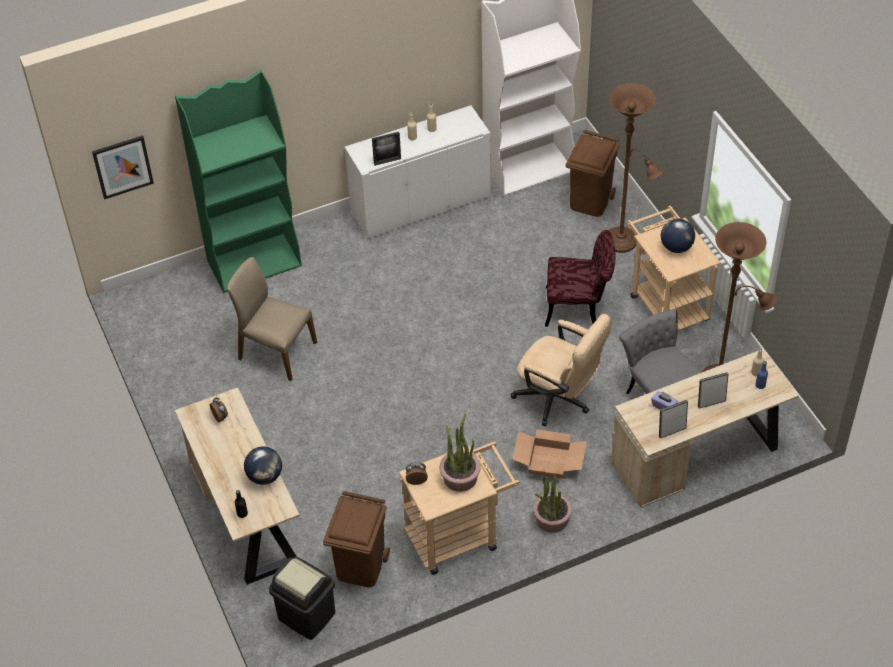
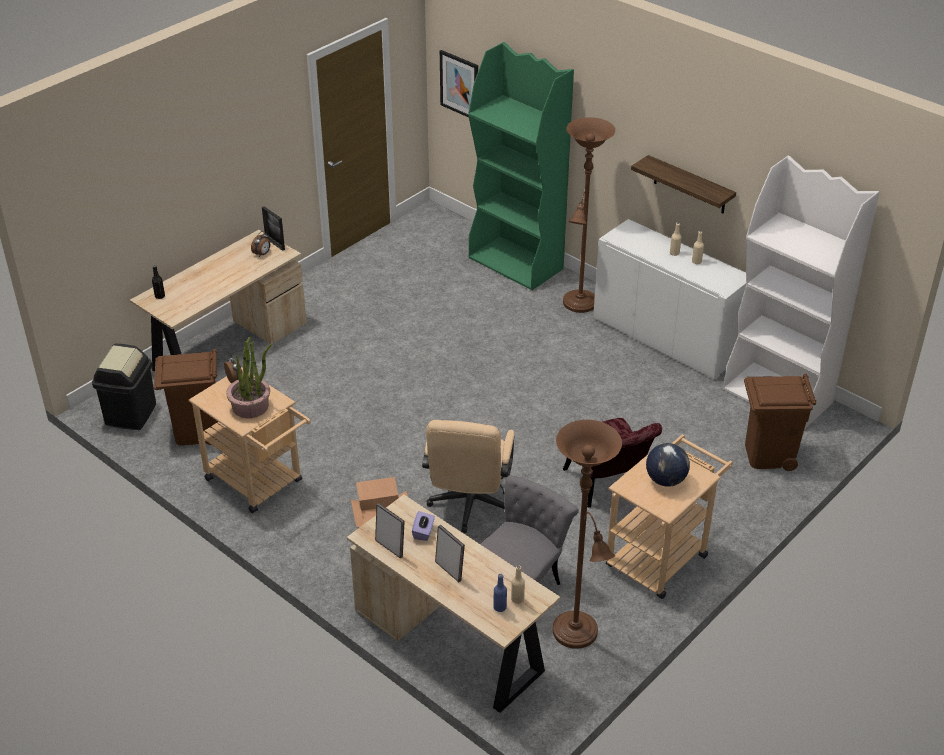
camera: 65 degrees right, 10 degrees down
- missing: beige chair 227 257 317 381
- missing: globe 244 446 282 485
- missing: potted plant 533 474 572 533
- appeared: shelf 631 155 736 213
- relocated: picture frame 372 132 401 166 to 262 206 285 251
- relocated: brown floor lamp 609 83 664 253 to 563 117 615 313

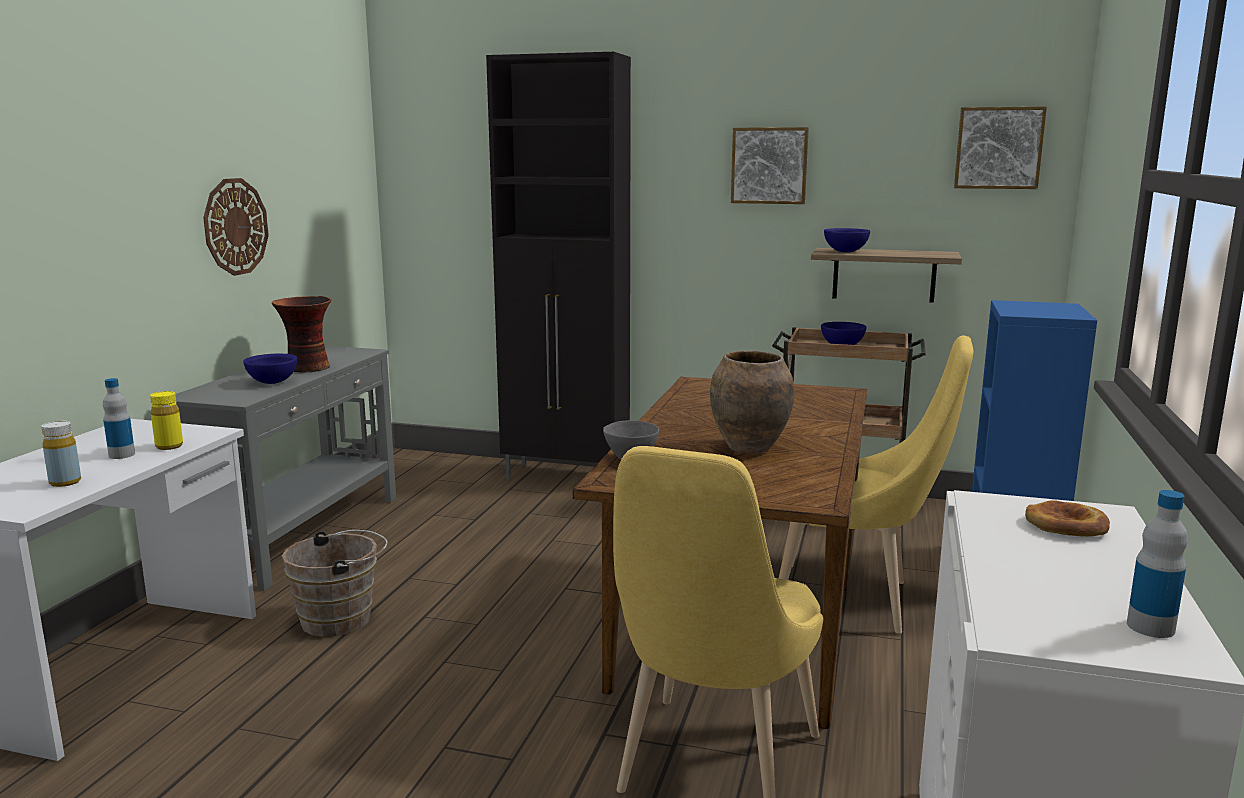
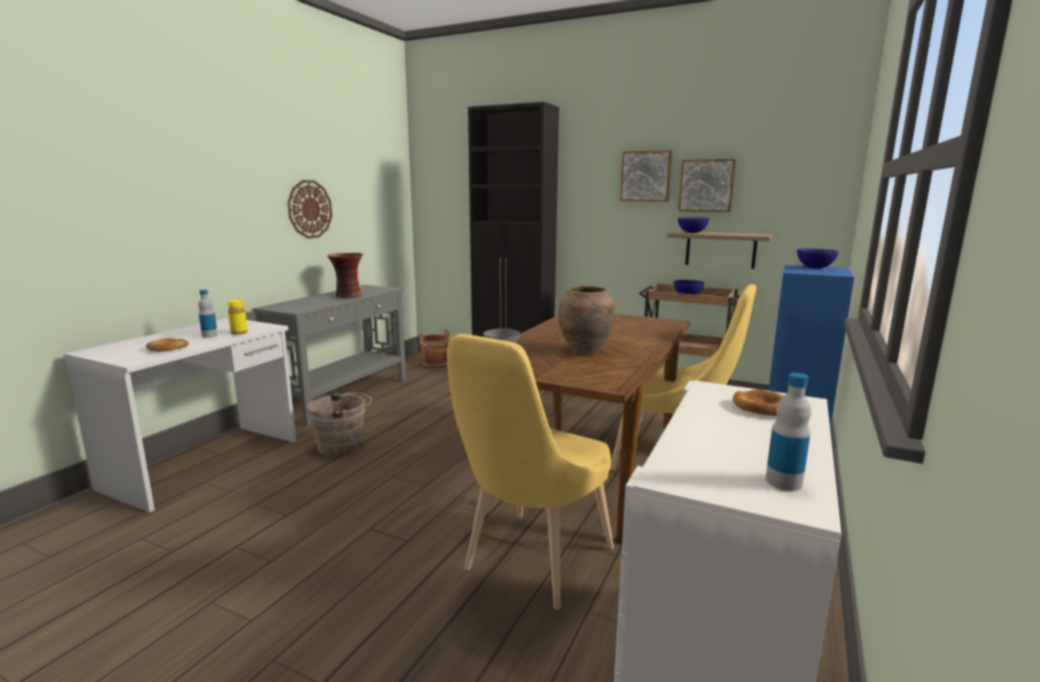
camera: 10 degrees right, 0 degrees up
- appeared: brown bucket 419 329 452 368
- relocated: blue bowl 243 354 297 384 to 797 249 839 269
- relocated: picture 954 107 1047 189 to 678 159 736 212
- exchanged: yellow bottle 42 421 81 487 to bread 146 338 189 352

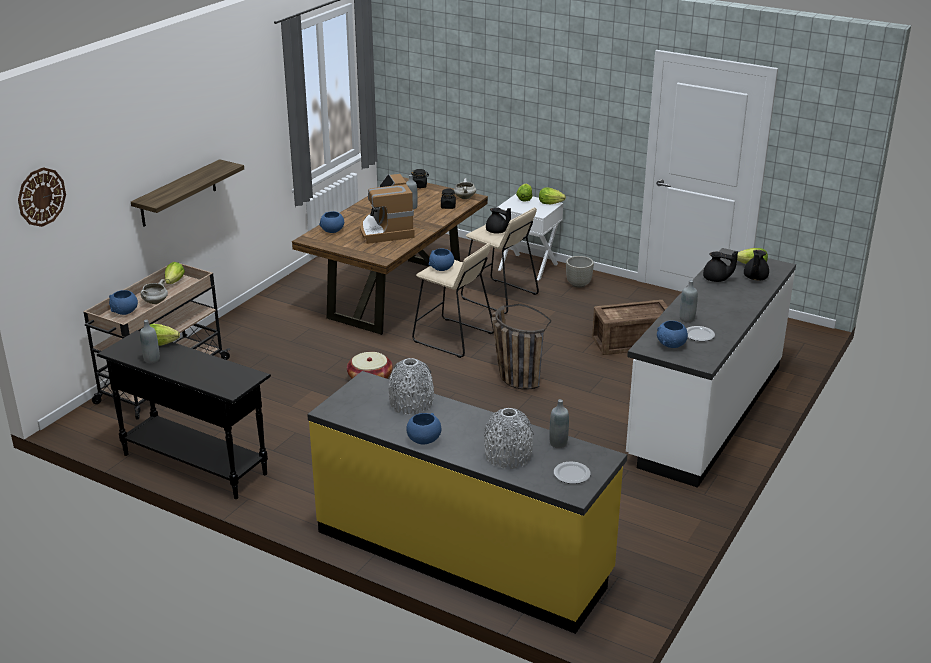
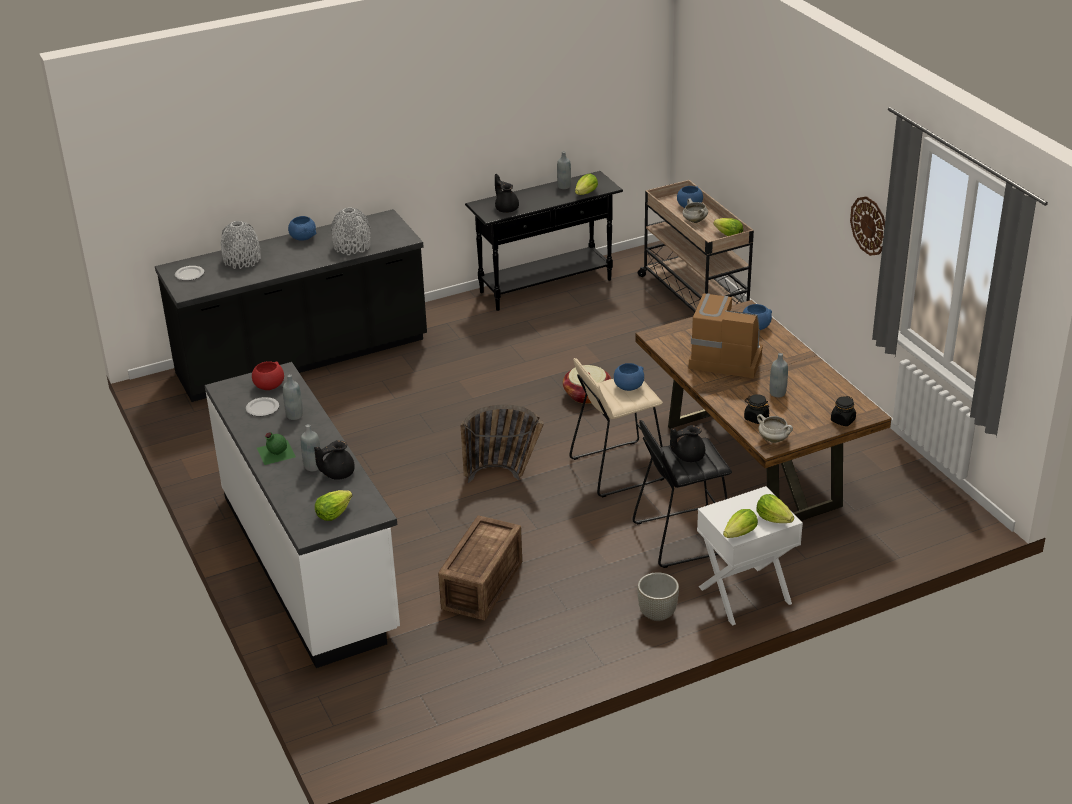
camera: 125 degrees right, 5 degrees up
- missing: shelf 131 159 244 227
- appeared: green bottle 257 432 296 465
- relocated: wall clock 18 167 66 227 to 850 196 885 256
- relocated: grey bottle 549 399 569 448 to 301 424 321 471
- relocated: black teapot 744 250 769 280 to 495 174 519 213
- colour: yellow counter 307 371 627 634 to black counter 155 209 427 402
- colour: beige stool 461 208 539 314 to black stool 632 420 732 568
- colour: blue bowl 657 321 688 348 to red bowl 252 361 284 390

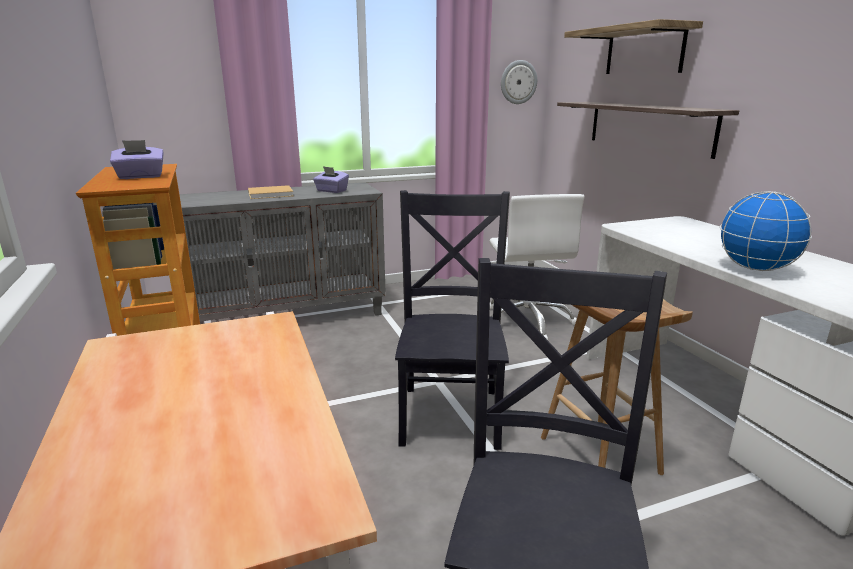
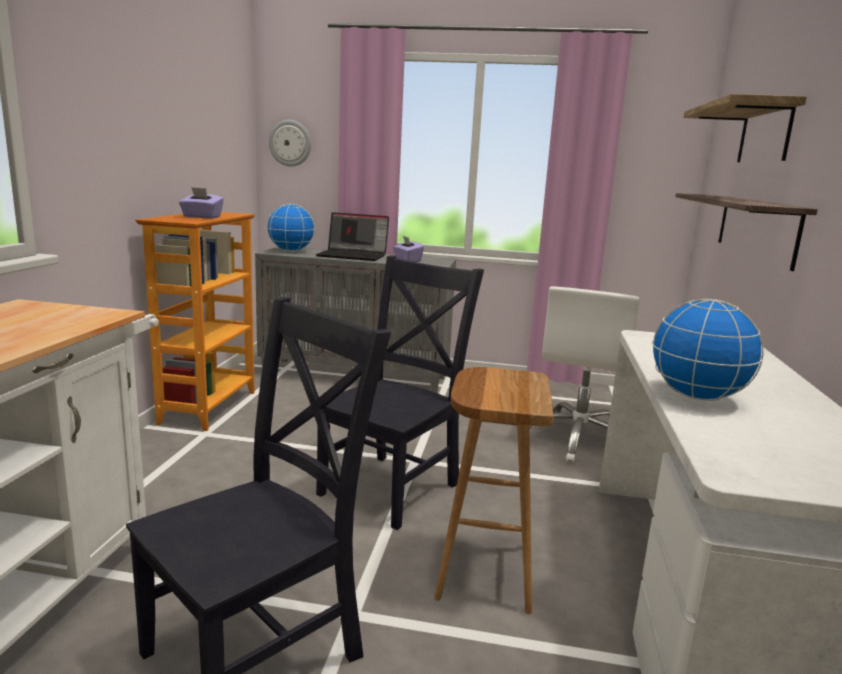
camera: 30 degrees right, 5 degrees down
- appeared: globe 267 204 315 252
- relocated: wall clock 501 60 537 104 to 269 120 311 167
- exchanged: beige book 248 185 293 199 to laptop 316 212 389 261

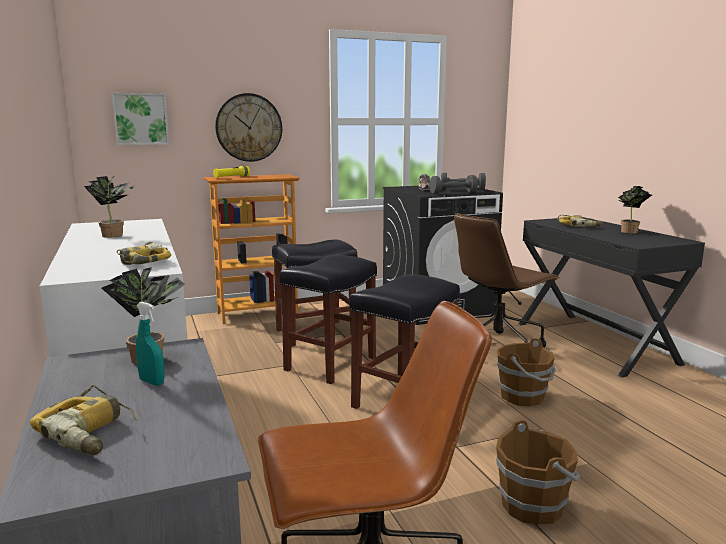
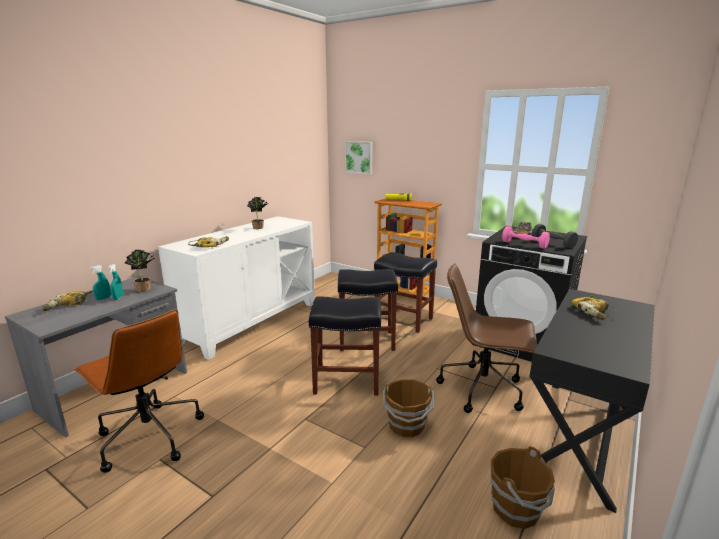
camera: 55 degrees right, 5 degrees up
- missing: wall clock 215 93 282 162
- missing: potted plant 618 186 652 234
- appeared: turquoise spray bottle 90 265 111 301
- relocated: brown bucket 496 420 580 524 to 490 446 555 529
- colour: grey dumbbell 430 175 478 194 to pink dumbbell 502 226 550 249

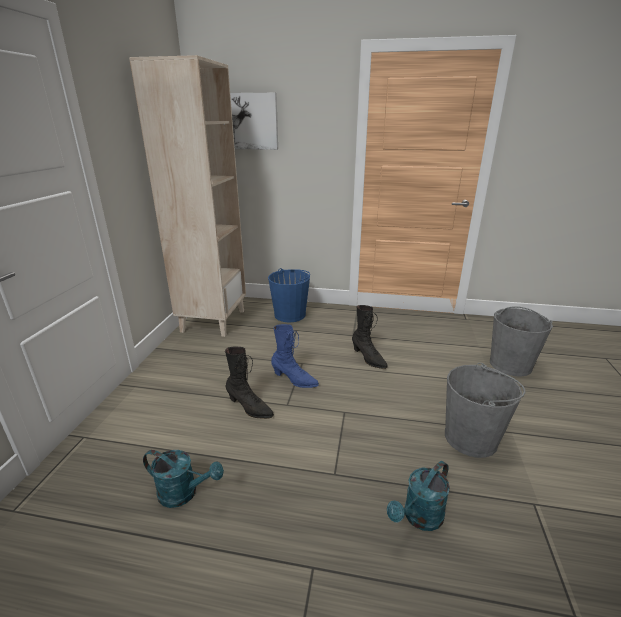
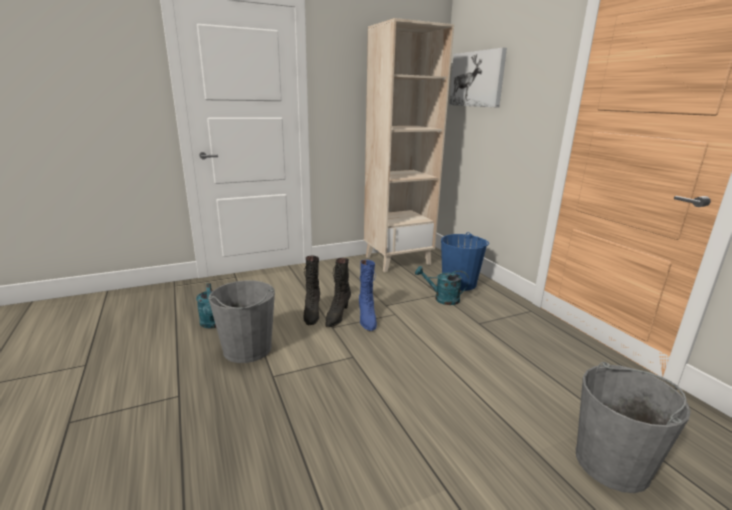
camera: 55 degrees right, 5 degrees down
- relocated: black boot 352 305 388 369 to 325 258 351 327
- relocated: turquoise watering can 387 461 450 531 to 415 266 469 305
- relocated: grey bucket 445 363 525 458 to 208 280 275 363

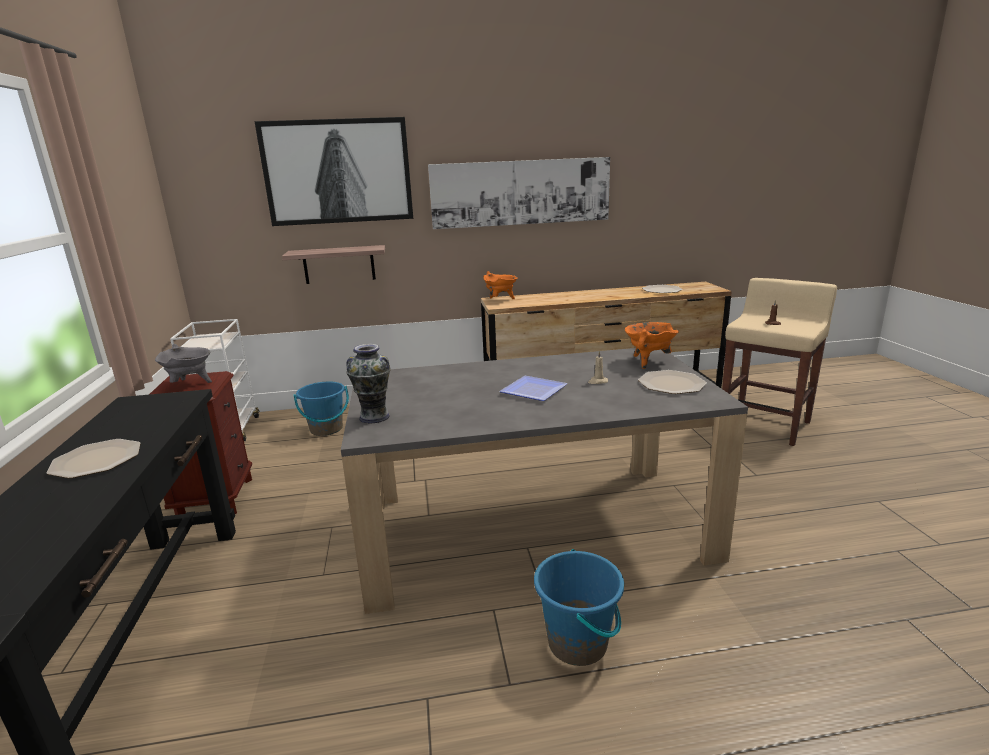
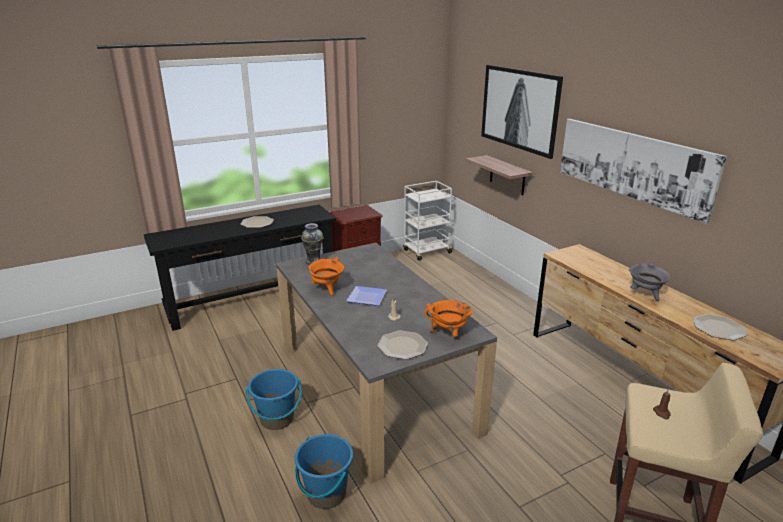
camera: 70 degrees right, 5 degrees up
- relocated: grey cooking pot 155 344 212 383 to 629 261 670 301
- relocated: blue bucket 294 382 349 436 to 295 434 353 509
- relocated: orange cooking pot 483 271 518 299 to 308 257 345 296

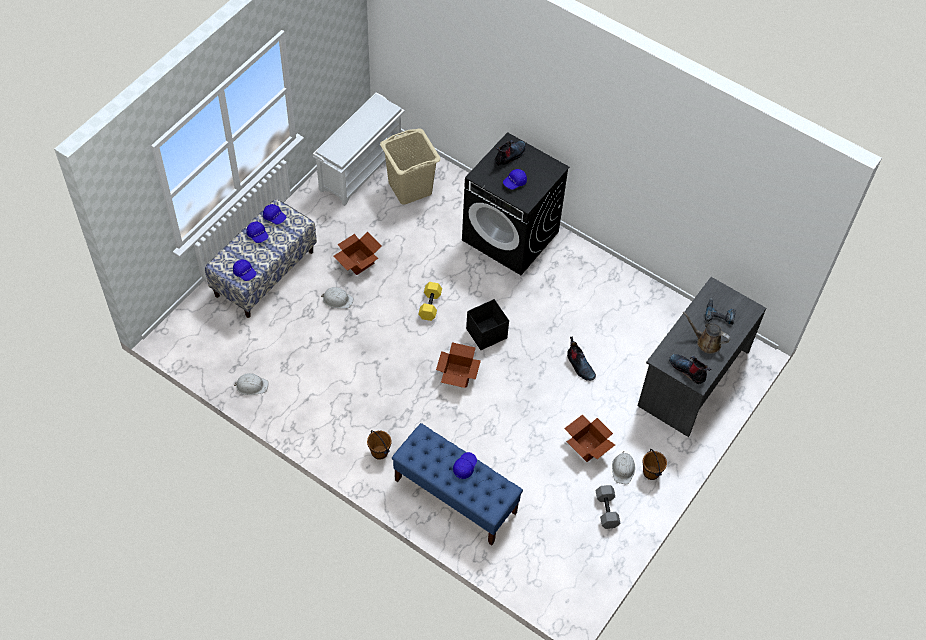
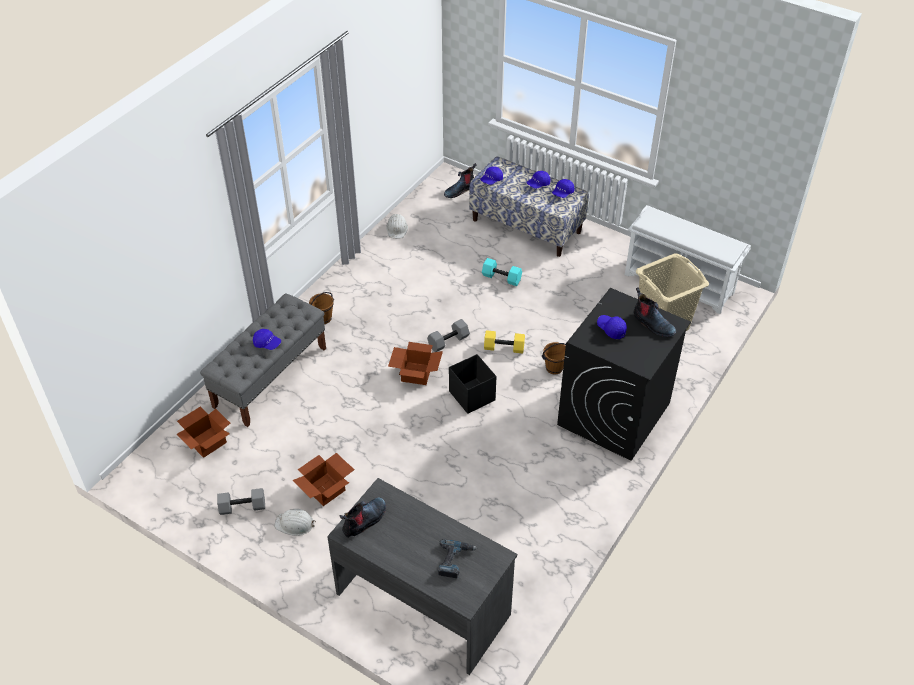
camera: 90 degrees right, 10 degrees down
- missing: brown watering can 683 311 730 354
- appeared: grey dumbbell 427 319 470 352
- relocated: cardboard box 333 232 382 275 to 177 406 230 458
- relocated: boot 567 336 596 381 to 444 163 477 198
- relocated: brown bucket 642 449 667 480 to 542 342 566 375
- exchanged: white hard hat 321 287 354 308 to turquoise dumbbell 482 258 522 286
- colour: blue bench 392 423 523 546 to grey bench 200 293 326 427

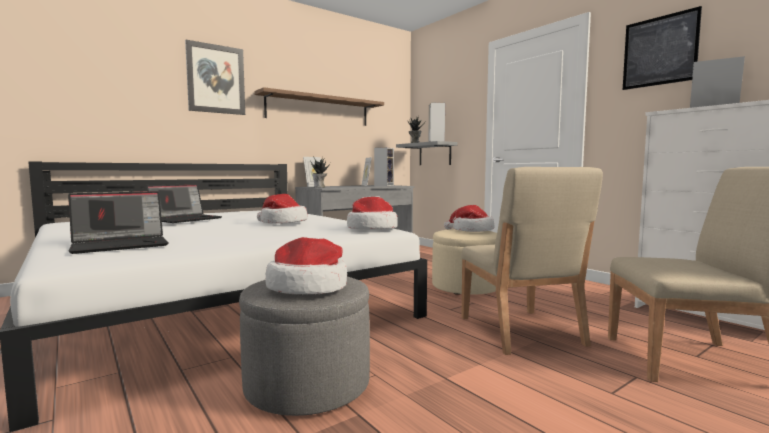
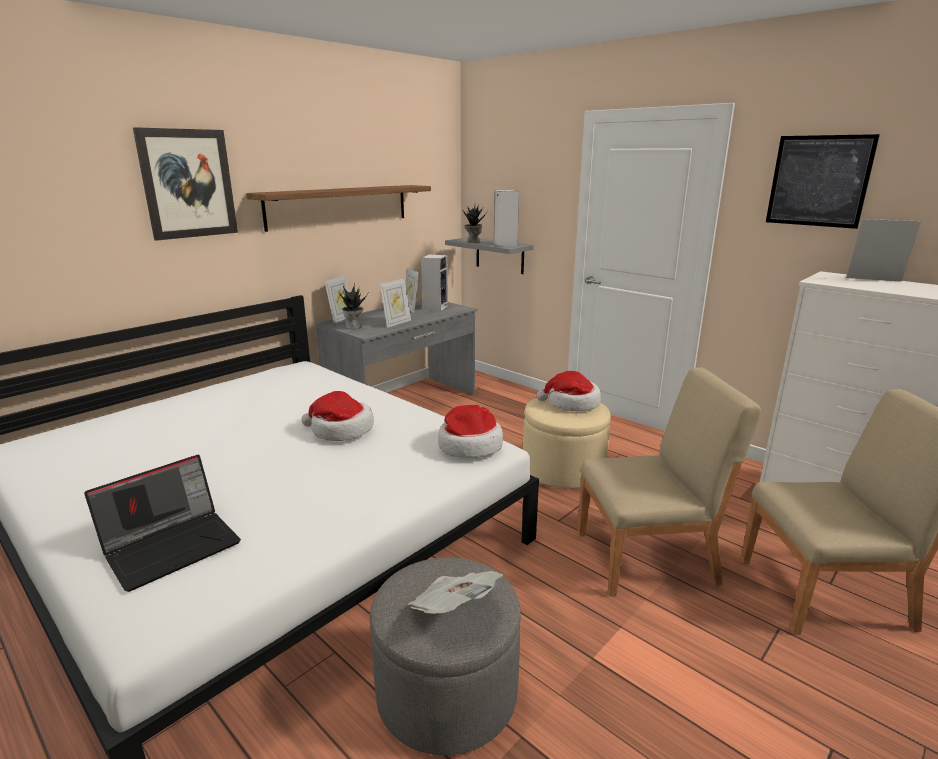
camera: 10 degrees left, 15 degrees up
- missing: laptop 147 184 222 223
- appeared: picture frame 380 279 411 328
- exchanged: hat 265 237 347 294 to newspaper 407 571 503 614
- spun: beige chair 461 167 603 355 = 578 367 761 597 75 degrees counterclockwise

